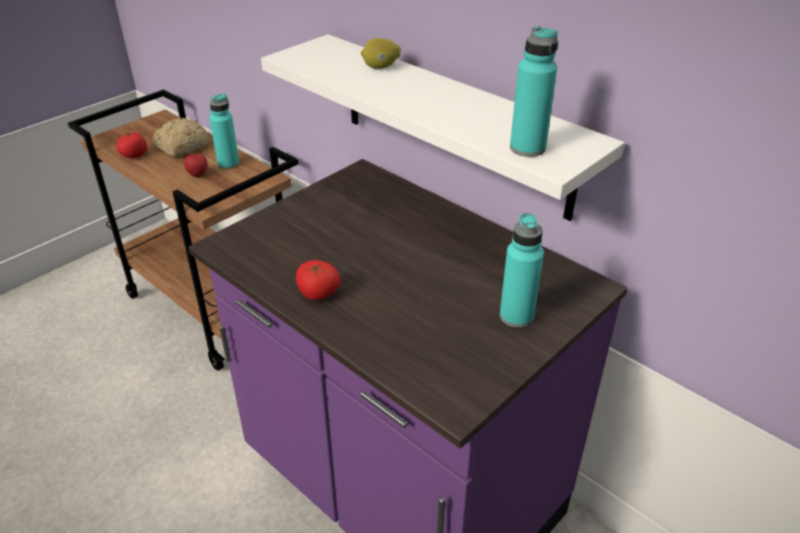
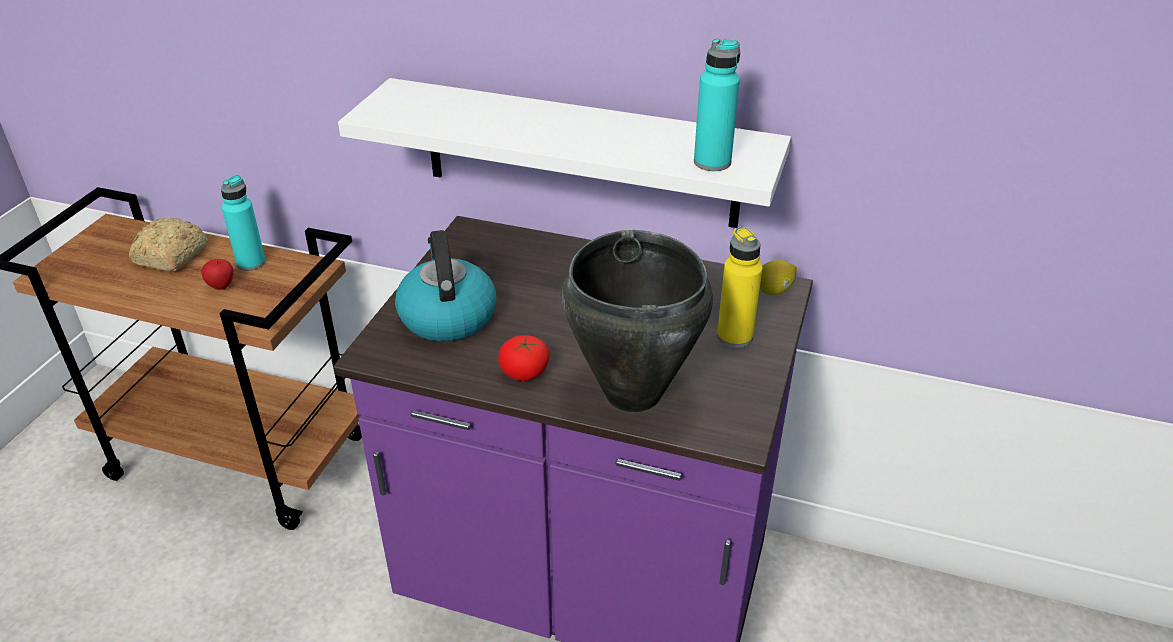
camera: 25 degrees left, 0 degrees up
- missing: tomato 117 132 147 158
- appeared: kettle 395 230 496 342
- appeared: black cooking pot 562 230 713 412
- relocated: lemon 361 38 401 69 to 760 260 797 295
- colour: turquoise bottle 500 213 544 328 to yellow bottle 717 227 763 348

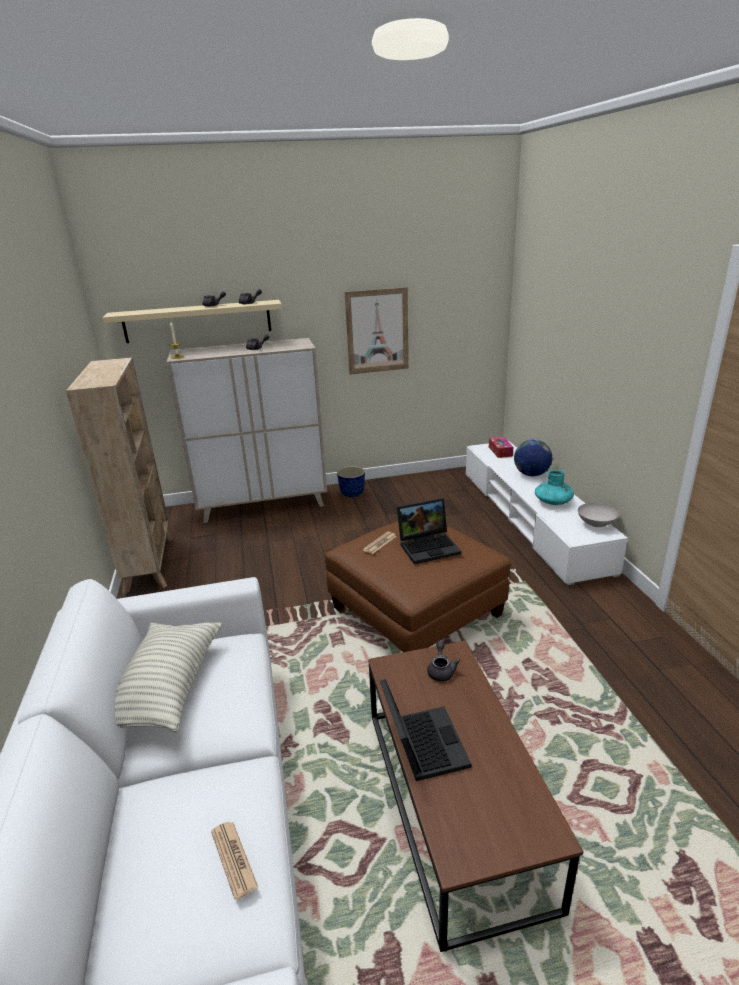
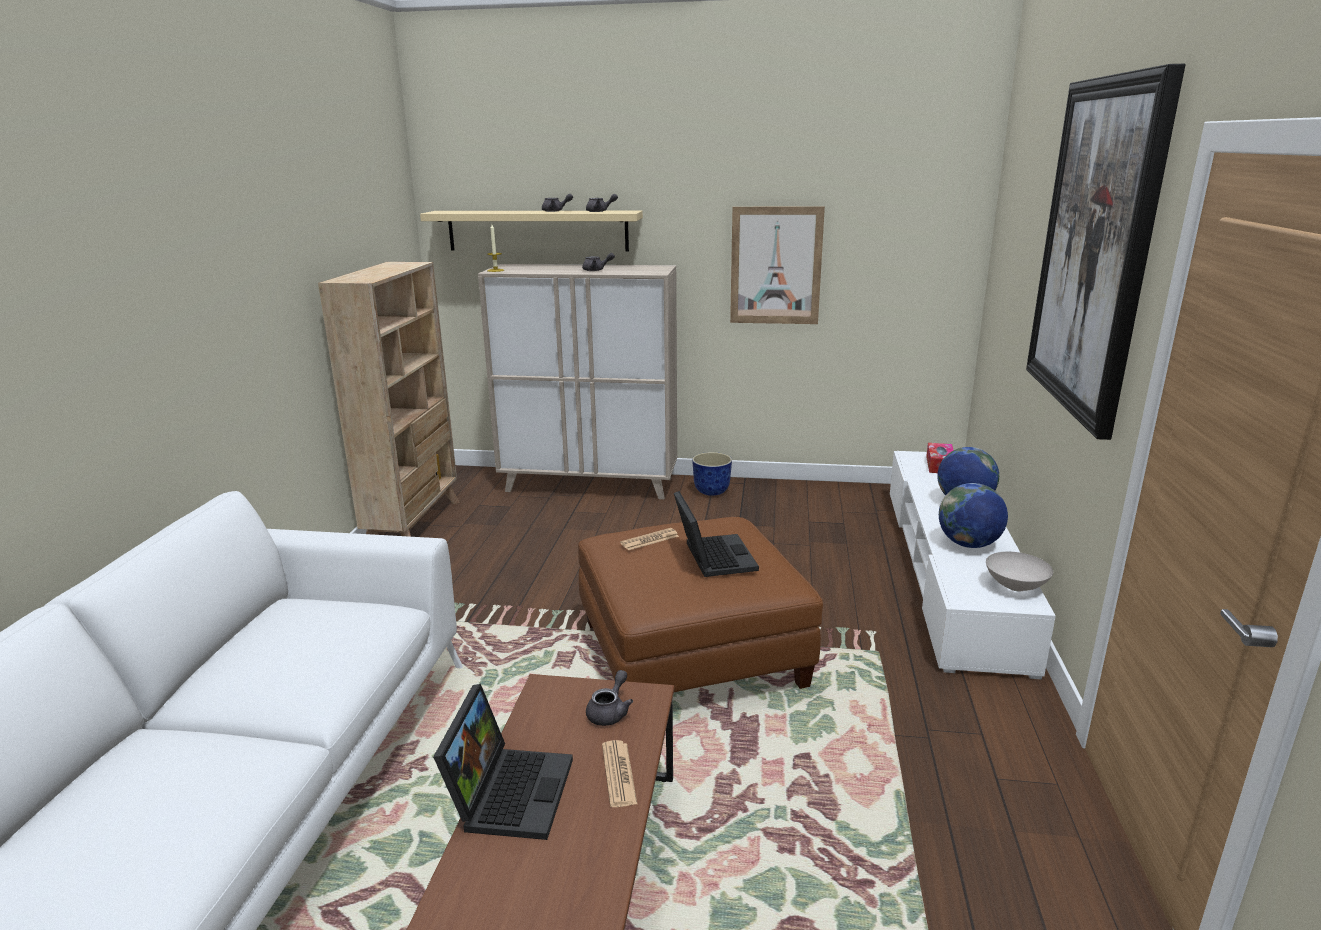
camera: 20 degrees right, 5 degrees down
- missing: pillow 115 622 222 733
- appeared: picture 1026 64 1186 440
- relocated: newspaper 211 822 259 900 to 602 740 637 807
- exchanged: turquoise vase 535 470 574 505 to globe 939 483 1008 548
- spun: laptop 397 498 461 564 = 674 491 759 577 105 degrees counterclockwise

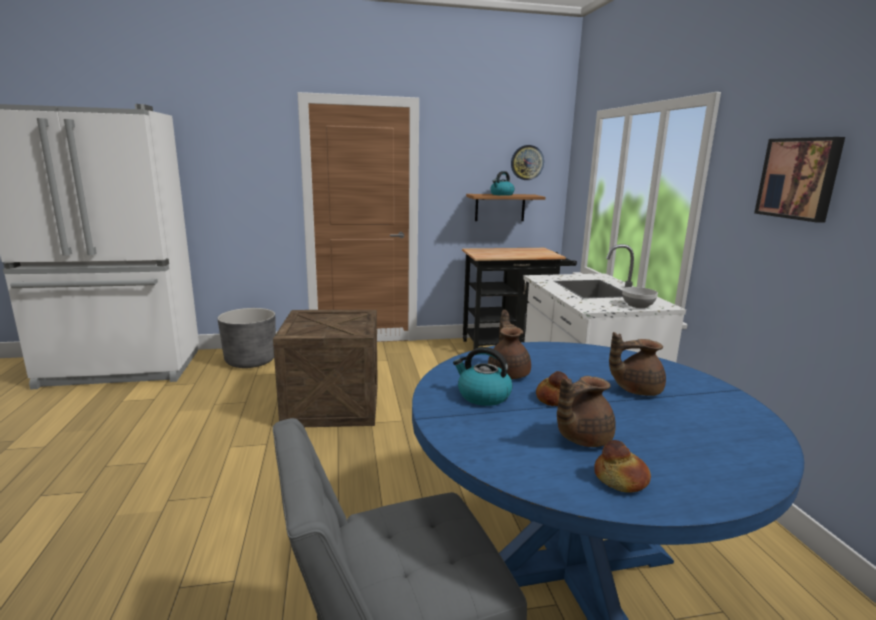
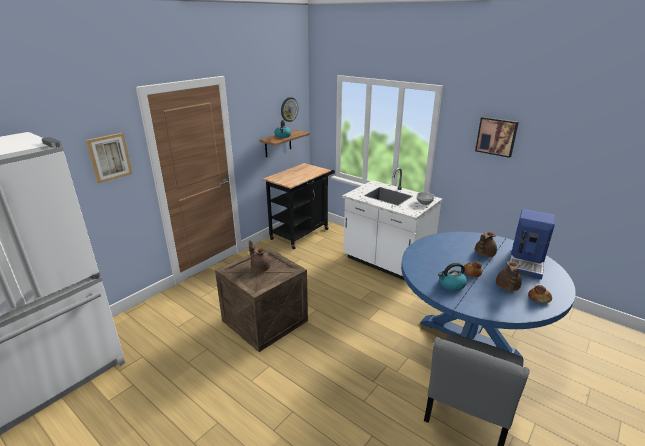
camera: 40 degrees left, 10 degrees up
- missing: grey planter 217 308 276 368
- appeared: picture 86 133 132 183
- appeared: coffee machine 510 209 555 280
- relocated: brown teapot 488 310 531 379 to 249 240 271 272

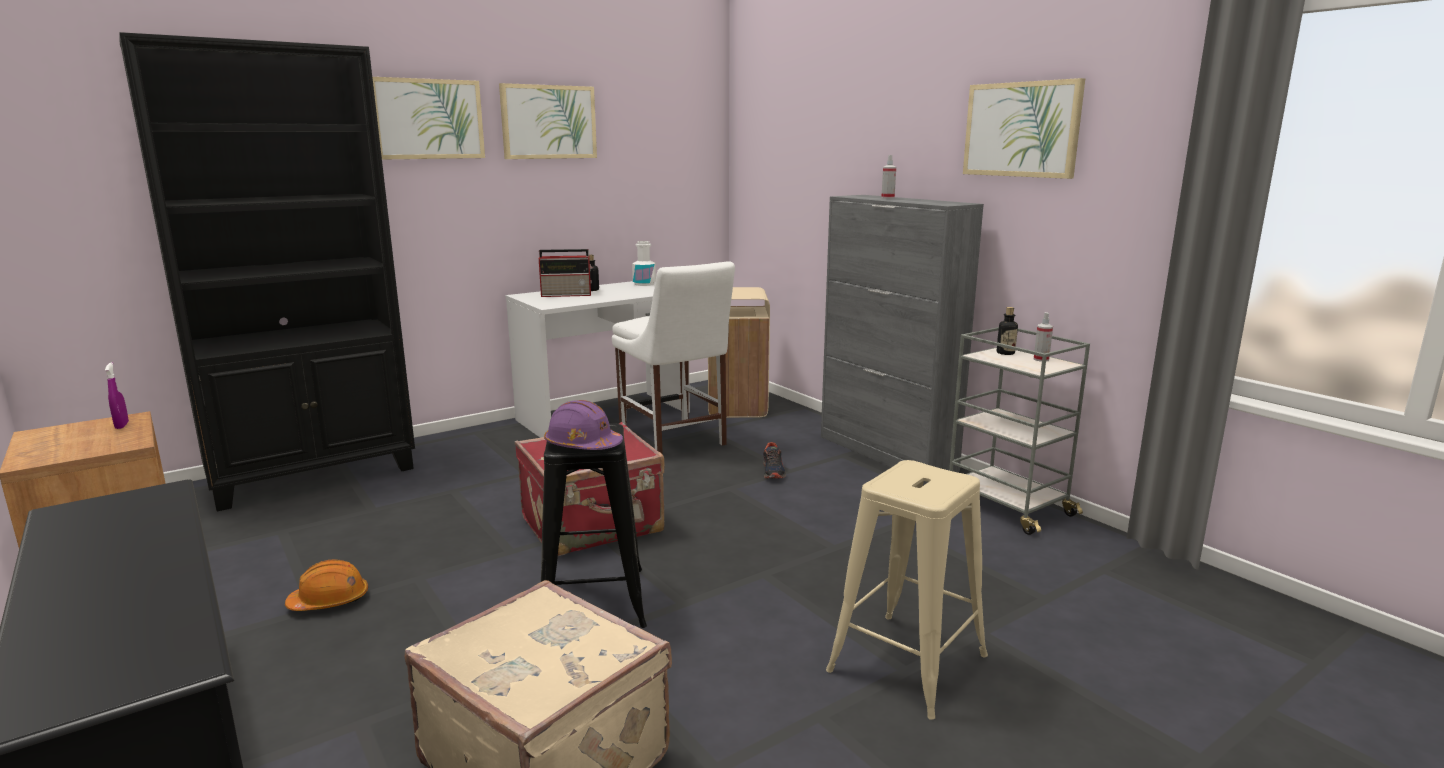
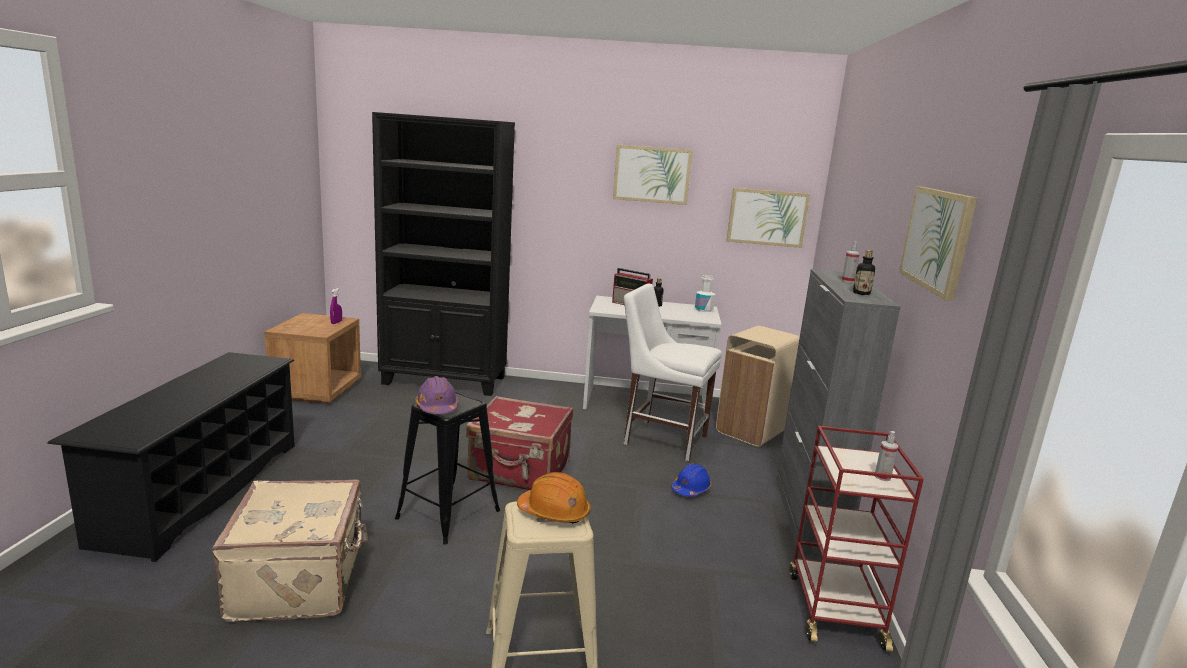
camera: 40 degrees right, 0 degrees up
- relocated: orange hard hat 285 559 368 611 to 517 472 591 524
- relocated: picture 372 77 485 160 to 727 188 810 248
- relocated: bottle 997 307 1018 355 to 853 250 875 295
- exchanged: shoe 763 442 786 479 to blue hard hat 671 463 712 496
- colour: grey cart 949 327 1090 535 to red cart 789 426 924 652
- spun: white chair 612 261 735 454 = 624 284 722 461 105 degrees clockwise

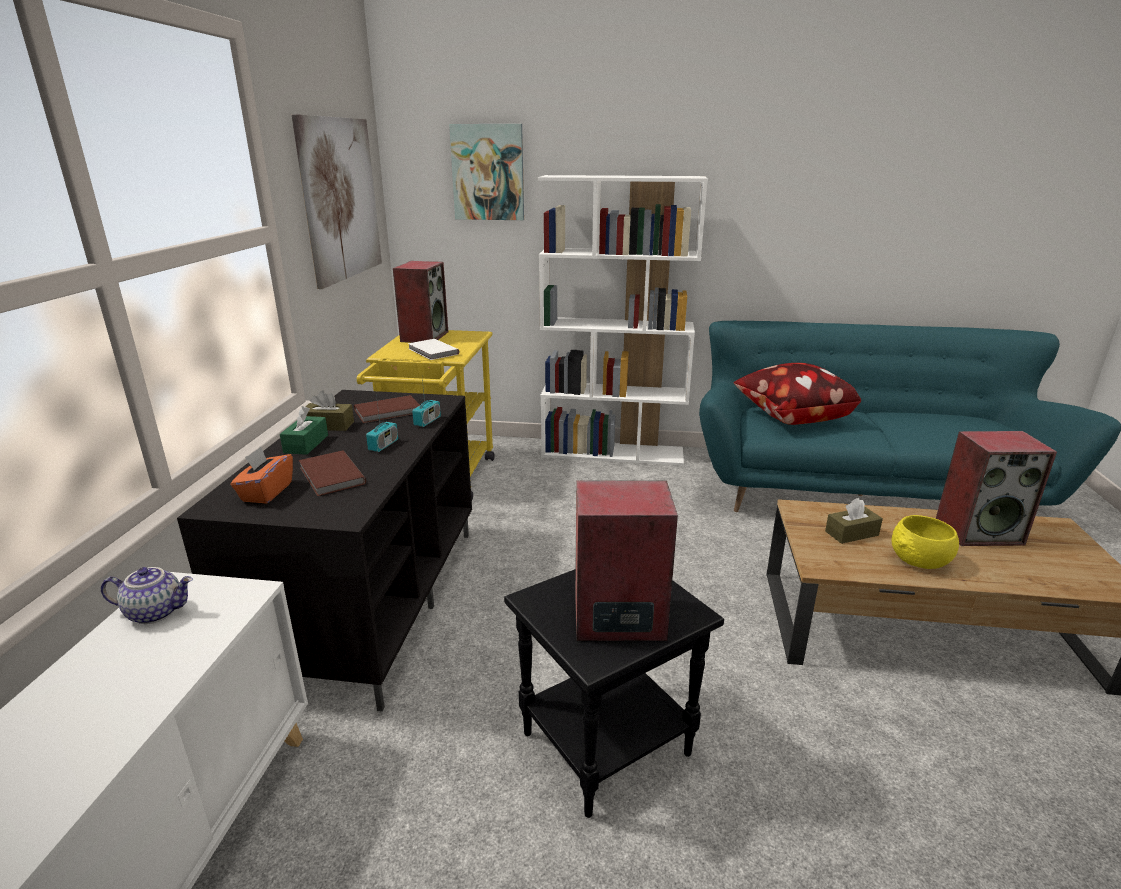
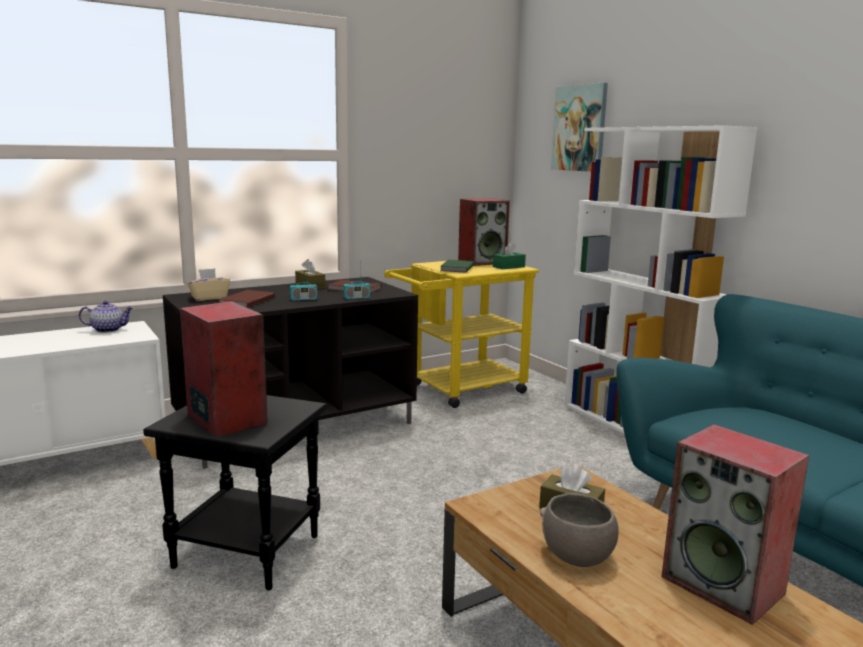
camera: 50 degrees right, 10 degrees down
- missing: picture 292 114 382 289
- missing: pillow 734 363 862 425
- relocated: green tissue box 280 406 328 455 to 493 242 526 269
- colour: orange tissue box 231 447 293 504 to beige tissue box 187 268 230 301
- colour: white book 408 339 459 360 to green book 440 260 474 273
- colour: yellow bowl 891 515 959 569 to grey bowl 540 493 619 567
- spun: teapot 101 567 193 624 = 79 300 133 333 60 degrees counterclockwise

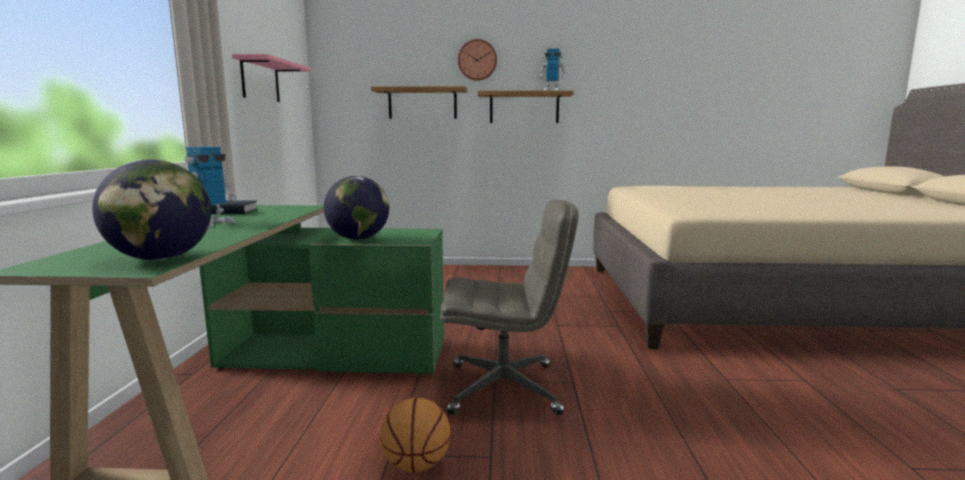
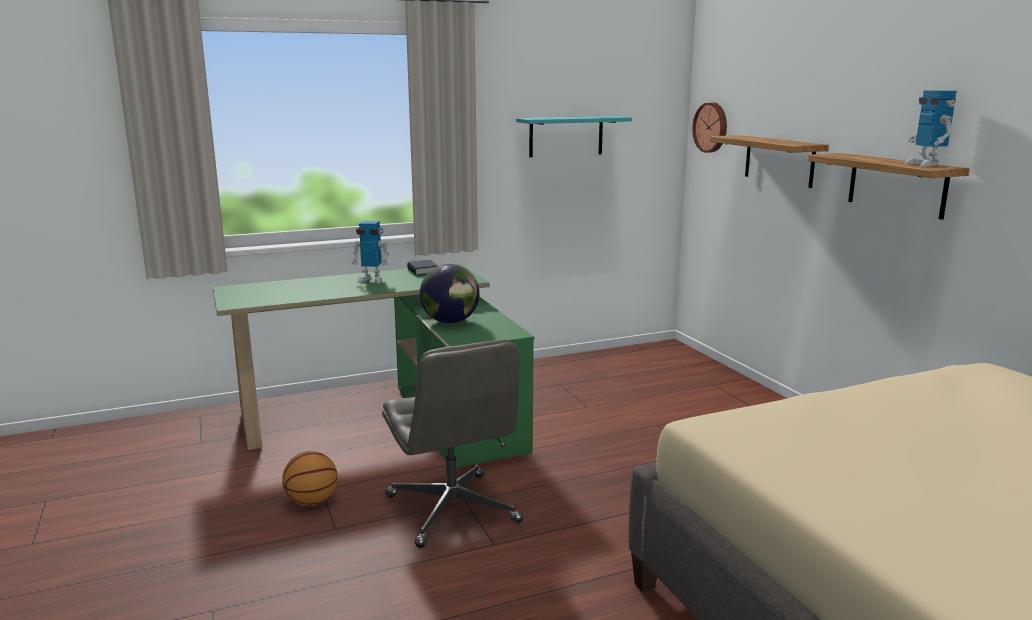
camera: 65 degrees right, 5 degrees up
- missing: globe 92 160 211 260
- relocated: wall clock 458 39 497 81 to 692 102 727 153
- colour: pink shelf 232 54 311 102 to turquoise shelf 516 116 632 157

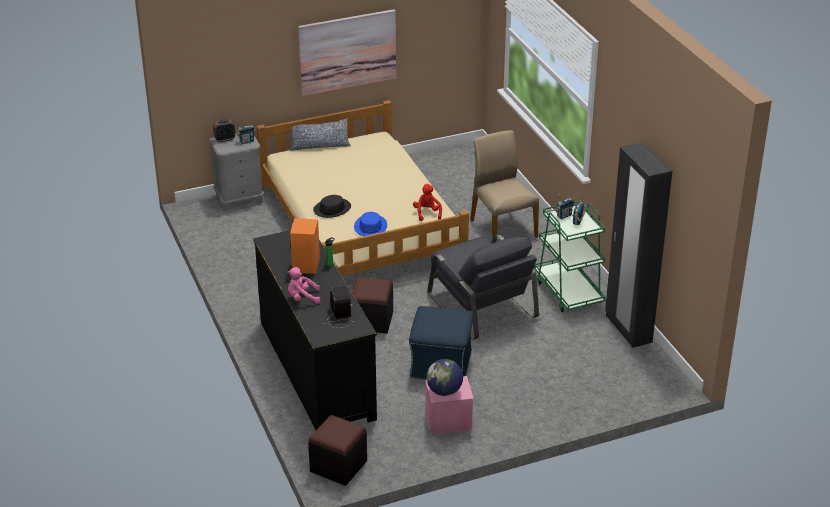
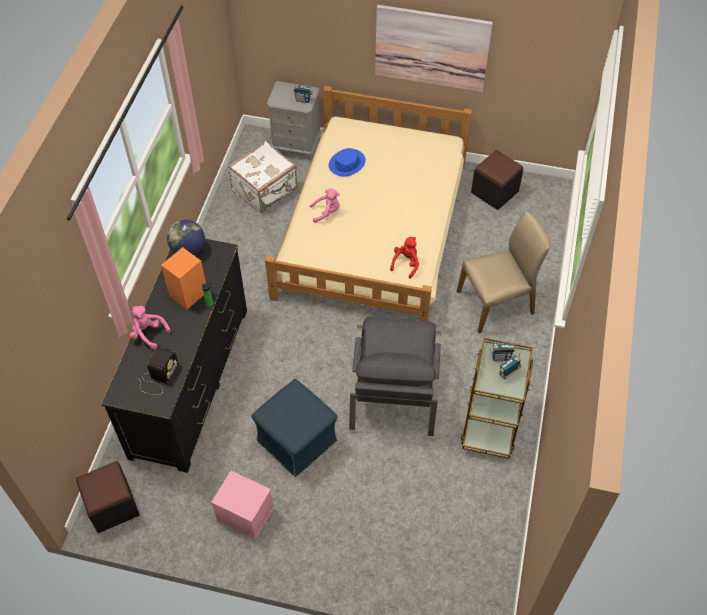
camera: 35 degrees right, 20 degrees up
- missing: alarm clock 213 119 236 142
- missing: pillow 290 118 351 151
- missing: black wardrobe 605 142 672 348
- appeared: white suitcase 228 141 297 213
- relocated: black ottoman 352 277 393 333 to 471 150 523 210
- relocated: blue hat 354 212 387 236 to 329 148 366 177
- relocated: globe 426 359 463 396 to 167 220 205 255
- exchanged: black hat 313 195 351 218 to pink plush toy 310 189 340 223
- colour: green cart 534 200 606 312 to brown cart 460 338 534 459
- spun: beige chair 470 130 539 240 = 457 211 550 333 60 degrees clockwise

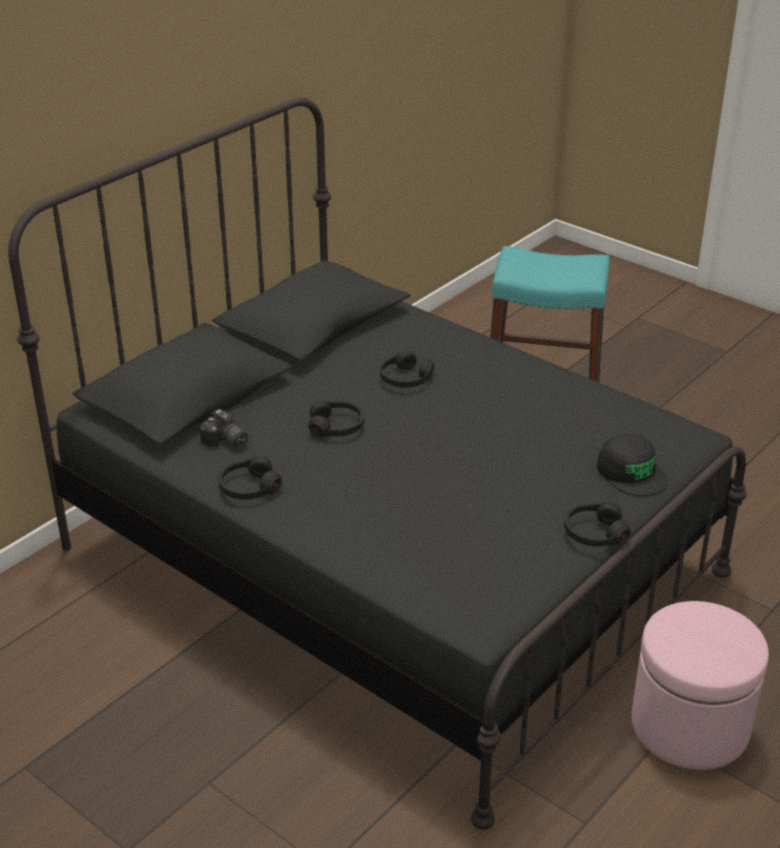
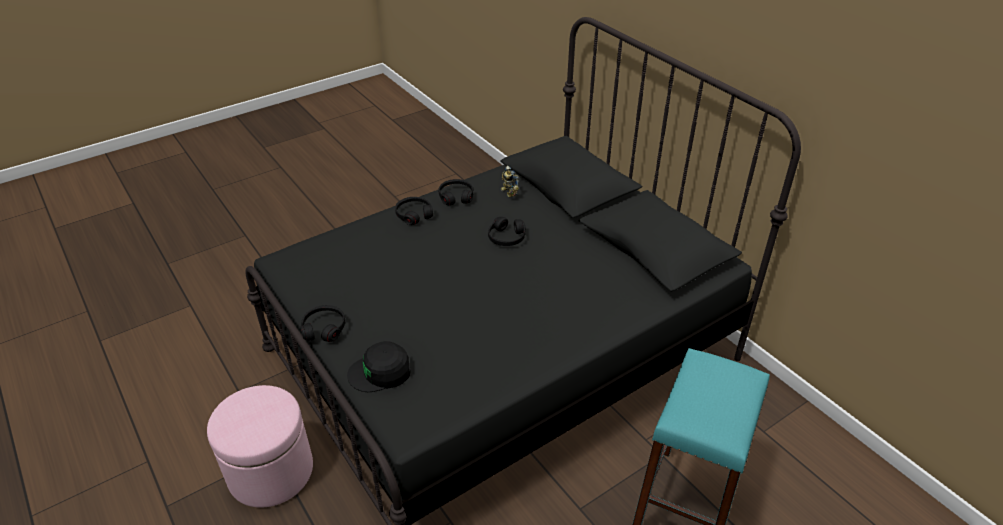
camera: 105 degrees right, 5 degrees up
- relocated: black headphones 380 351 434 388 to 395 197 433 225
- exchanged: photo camera 199 409 248 447 to toy robot 501 166 519 197

